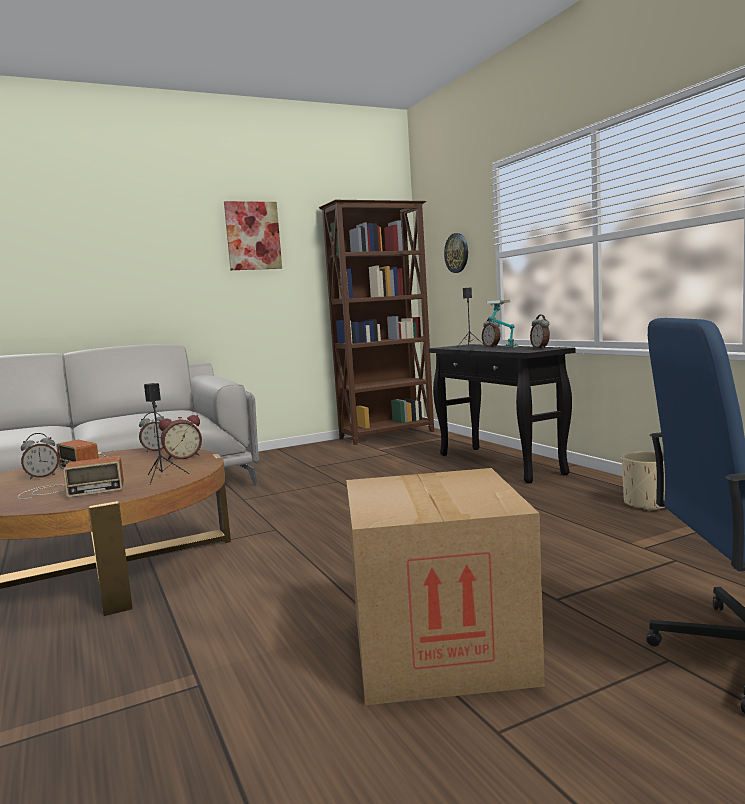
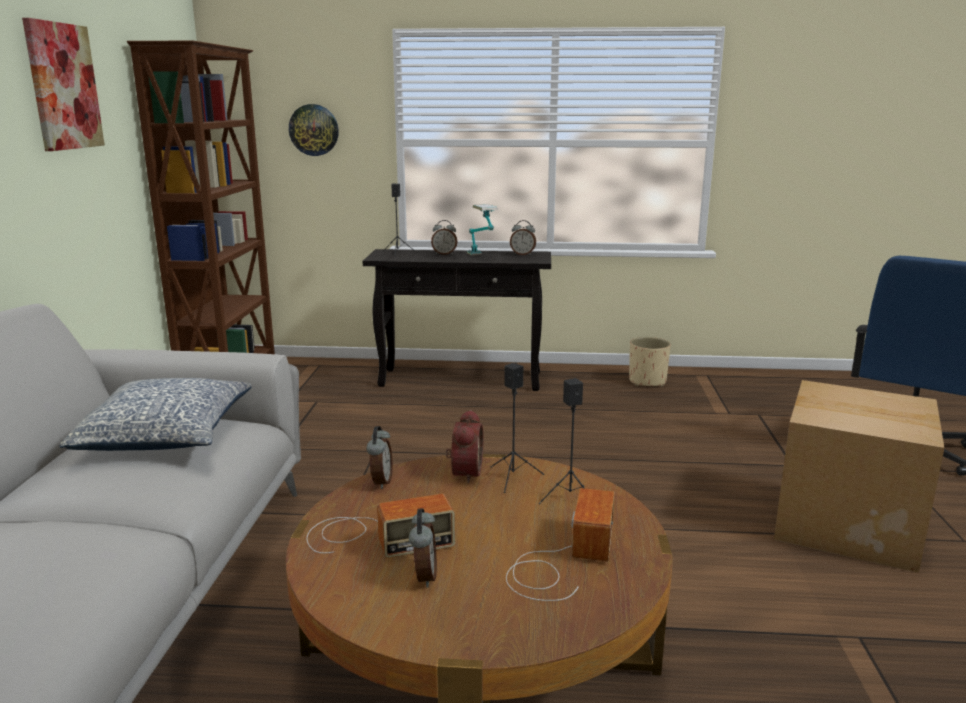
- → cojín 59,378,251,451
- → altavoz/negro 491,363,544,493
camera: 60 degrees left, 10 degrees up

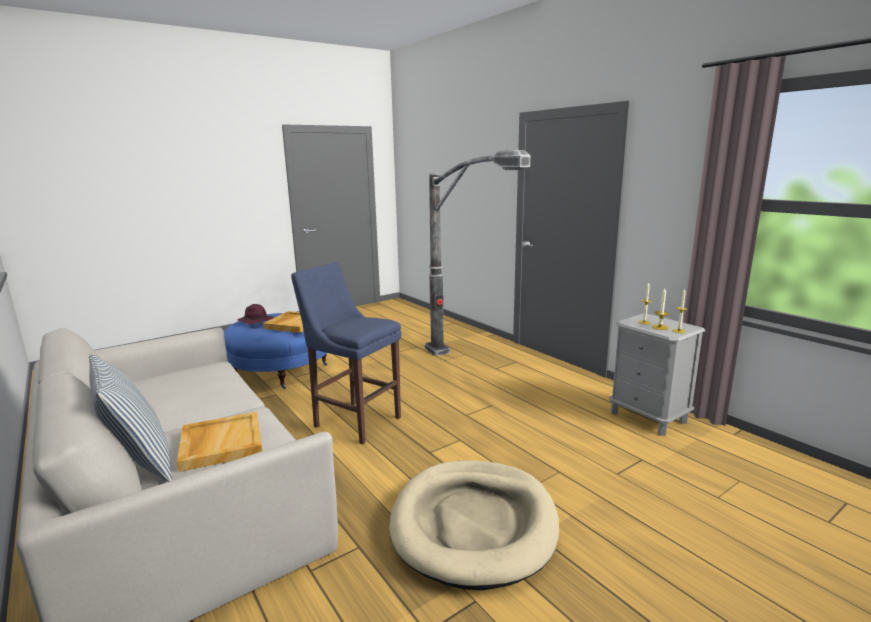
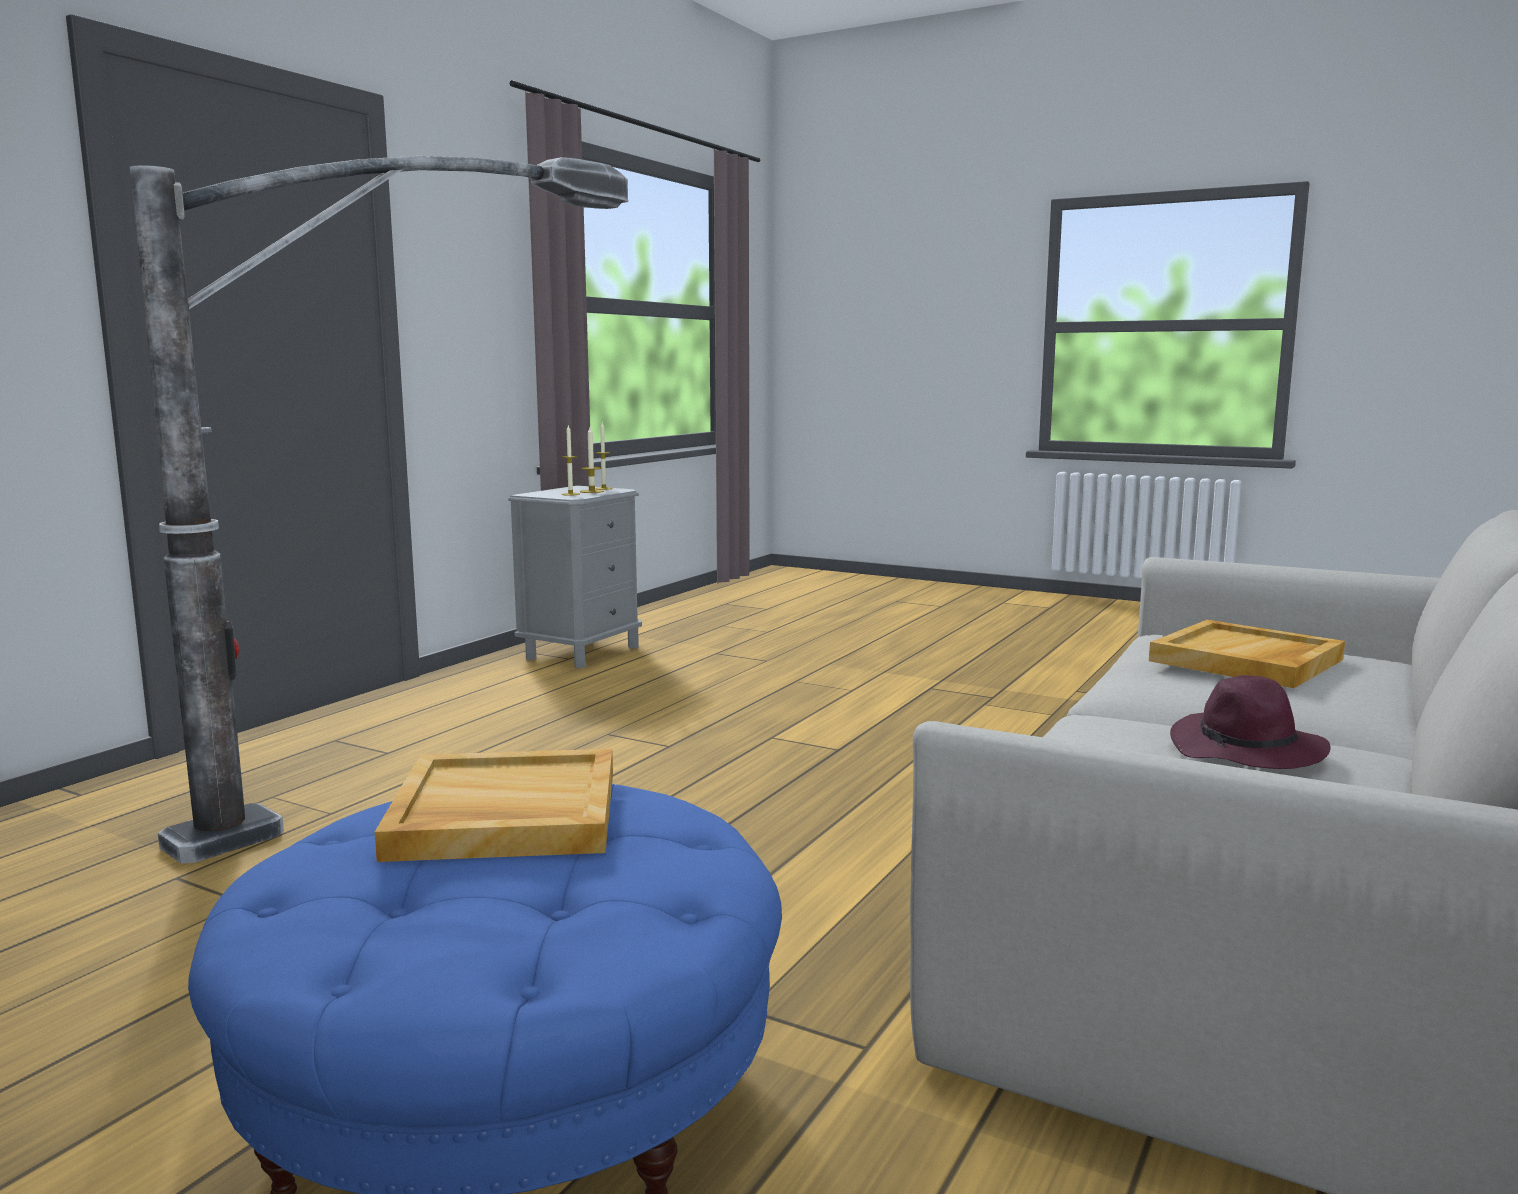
sombrero/morado 238,304,274,325 → sombrero/morado 1170,675,1331,769, moved
cojín 89,354,172,482 → -
taburete/azul 291,262,401,444 → -
cama para perro/beis 389,460,559,590 → -
camera: 115 degrees left, 5 degrees down

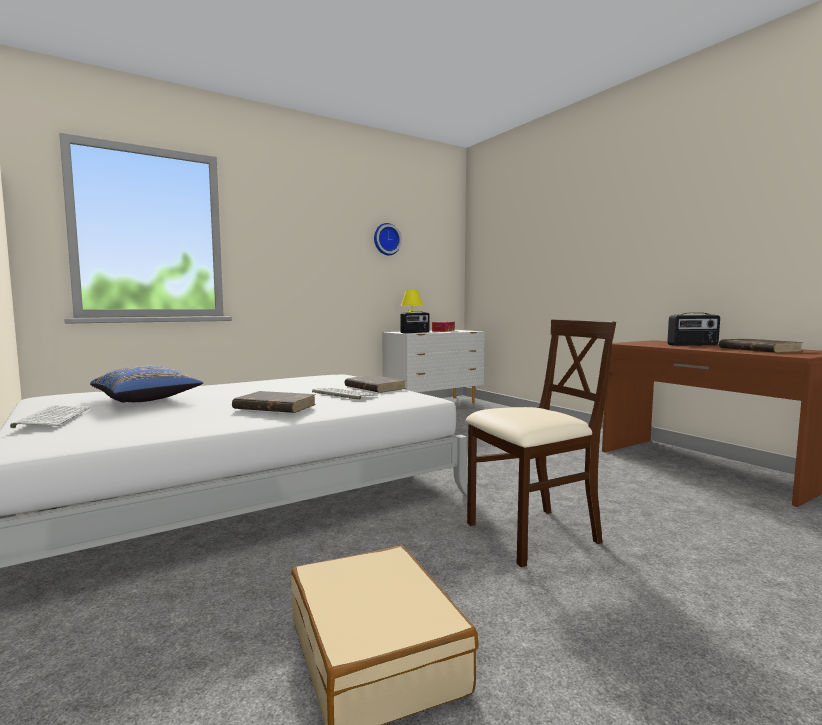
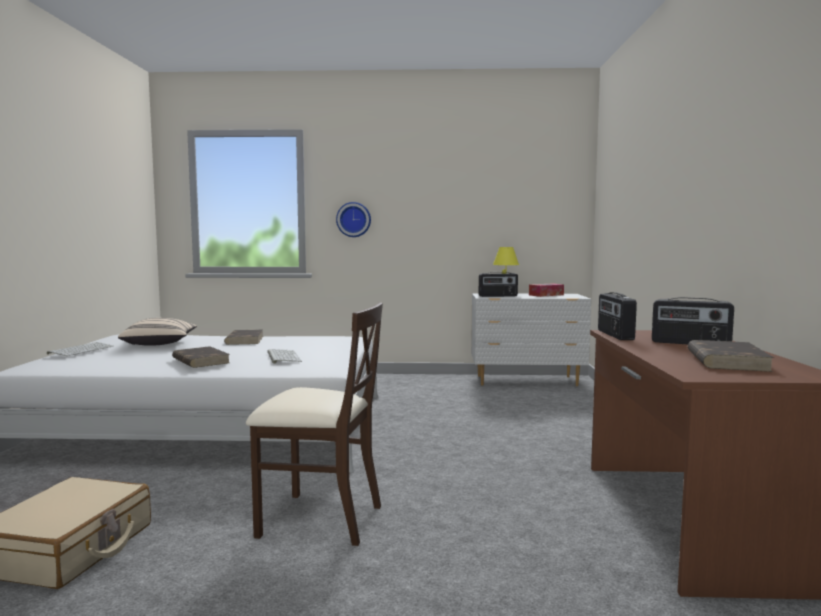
cojín/azul 90,366,203,403 → cojín/beis 118,318,197,346
libro/marrón 344,375,406,393 → libro/marrón 224,330,263,345, moved
reloj de pared 374,223,402,255 → reloj de pared 336,202,371,237, moved
- → radio 598,292,637,340
camera: 35 degrees right, 0 degrees up

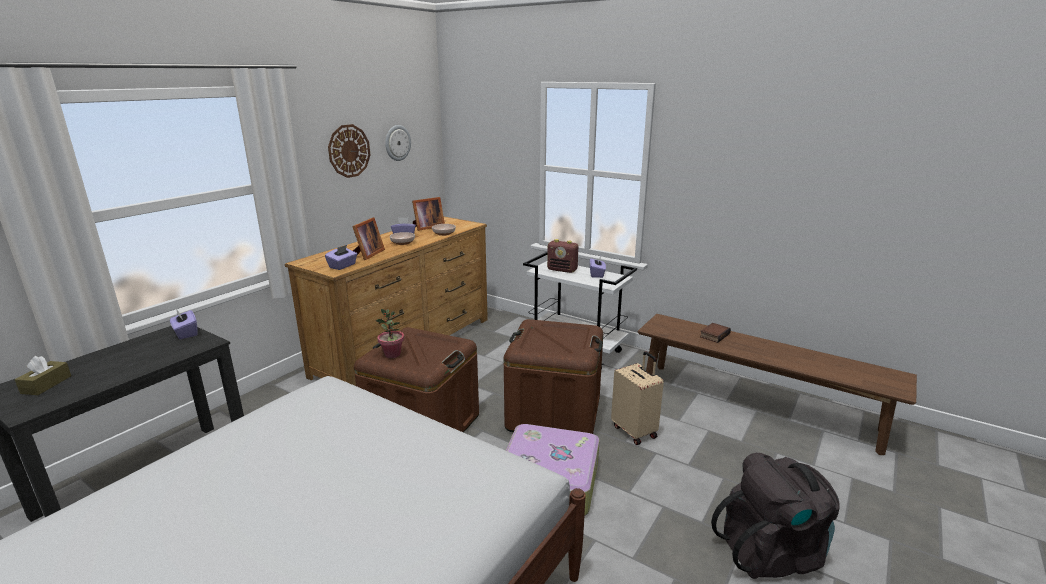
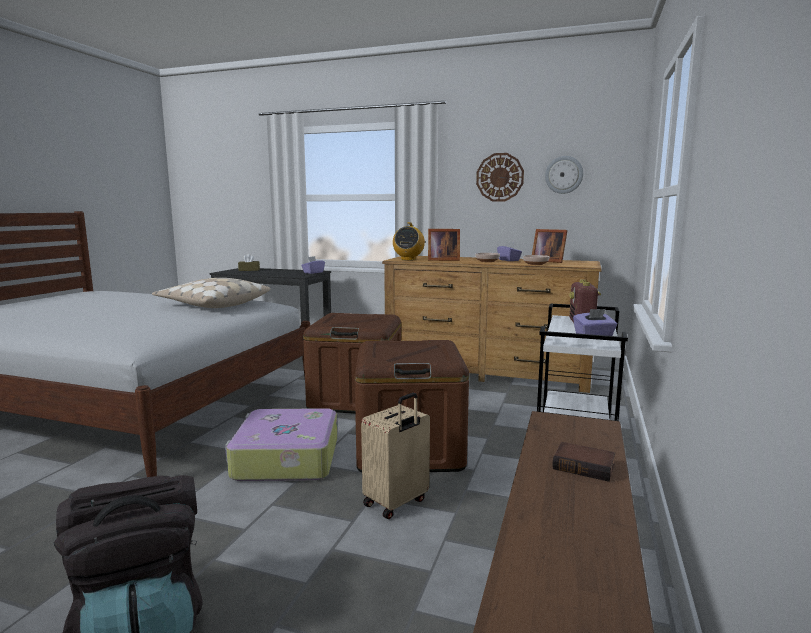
- → cojín/beis 152,278,271,308
caja de pañuelos/morado 325,245,357,270 → radio 393,222,425,261
planta en maceta 376,309,404,358 → -
camera: 75 degrees right, 10 degrees down

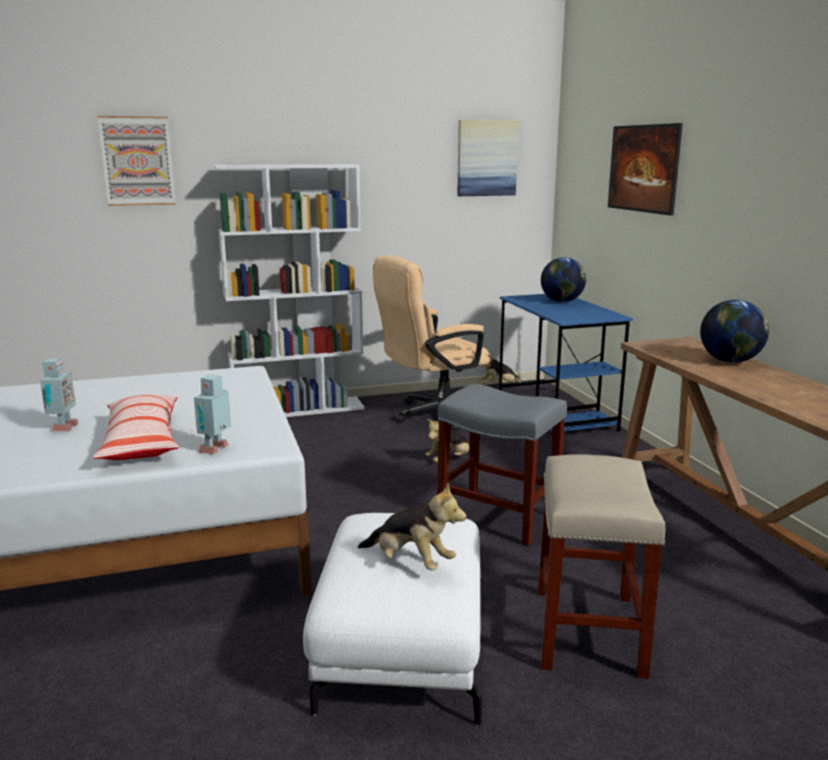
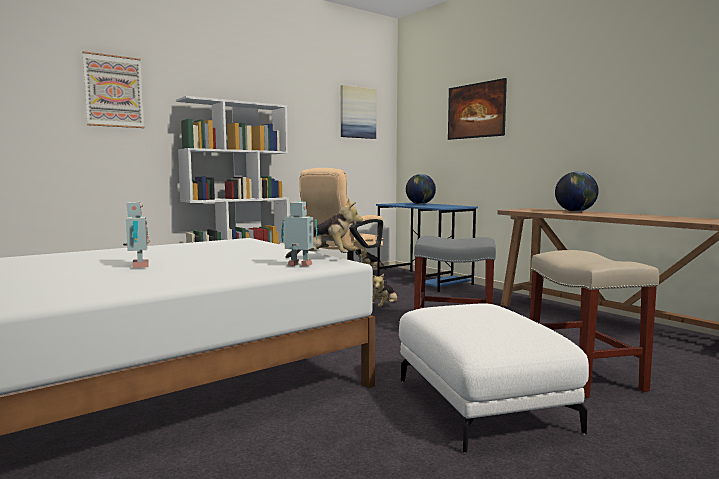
robot de juguete 194,374,231,454 → robot de juguete 281,201,317,266, 105 degrees clockwise
peluche 358,483,466,571 → peluche 286,200,363,258, moved
cojín 93,394,179,460 → -
camera: 20 degrees left, 10 degrees down

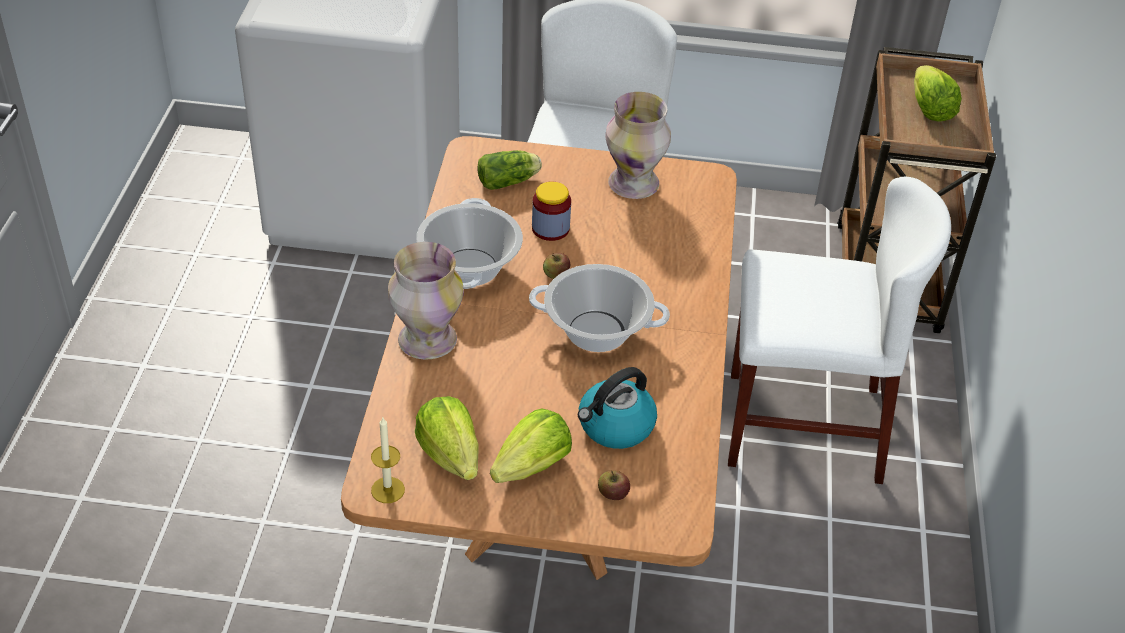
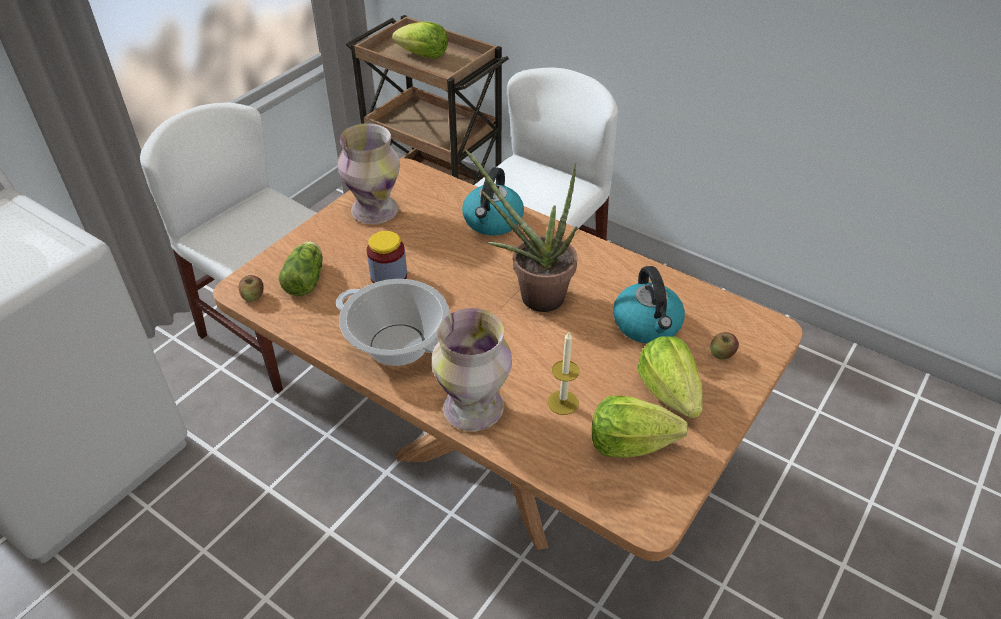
manzana 543,253,570,279 → manzana 239,275,264,302, moved
- → hervidor 462,167,524,236
olla 529,264,670,352 → planta en maceta 465,149,578,312
vela 371,418,405,503 → vela 548,332,579,415, moved
camera: 60 degrees left, 0 degrees up

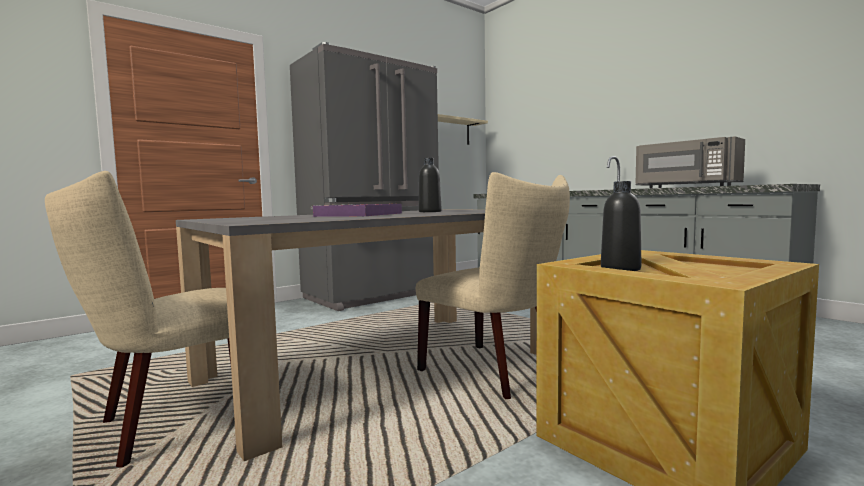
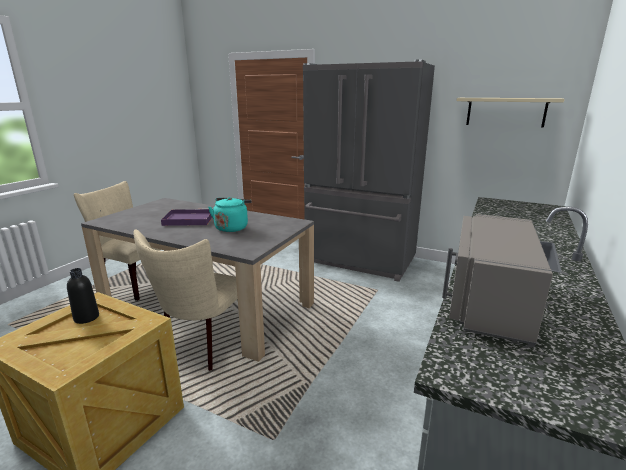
botella/negro 419,158,442,212 → hervidor/turquesa 208,197,252,232
camera: 65 degrees right, 15 degrees up

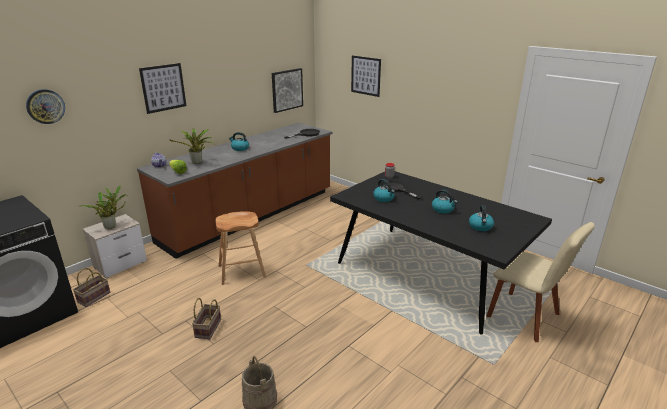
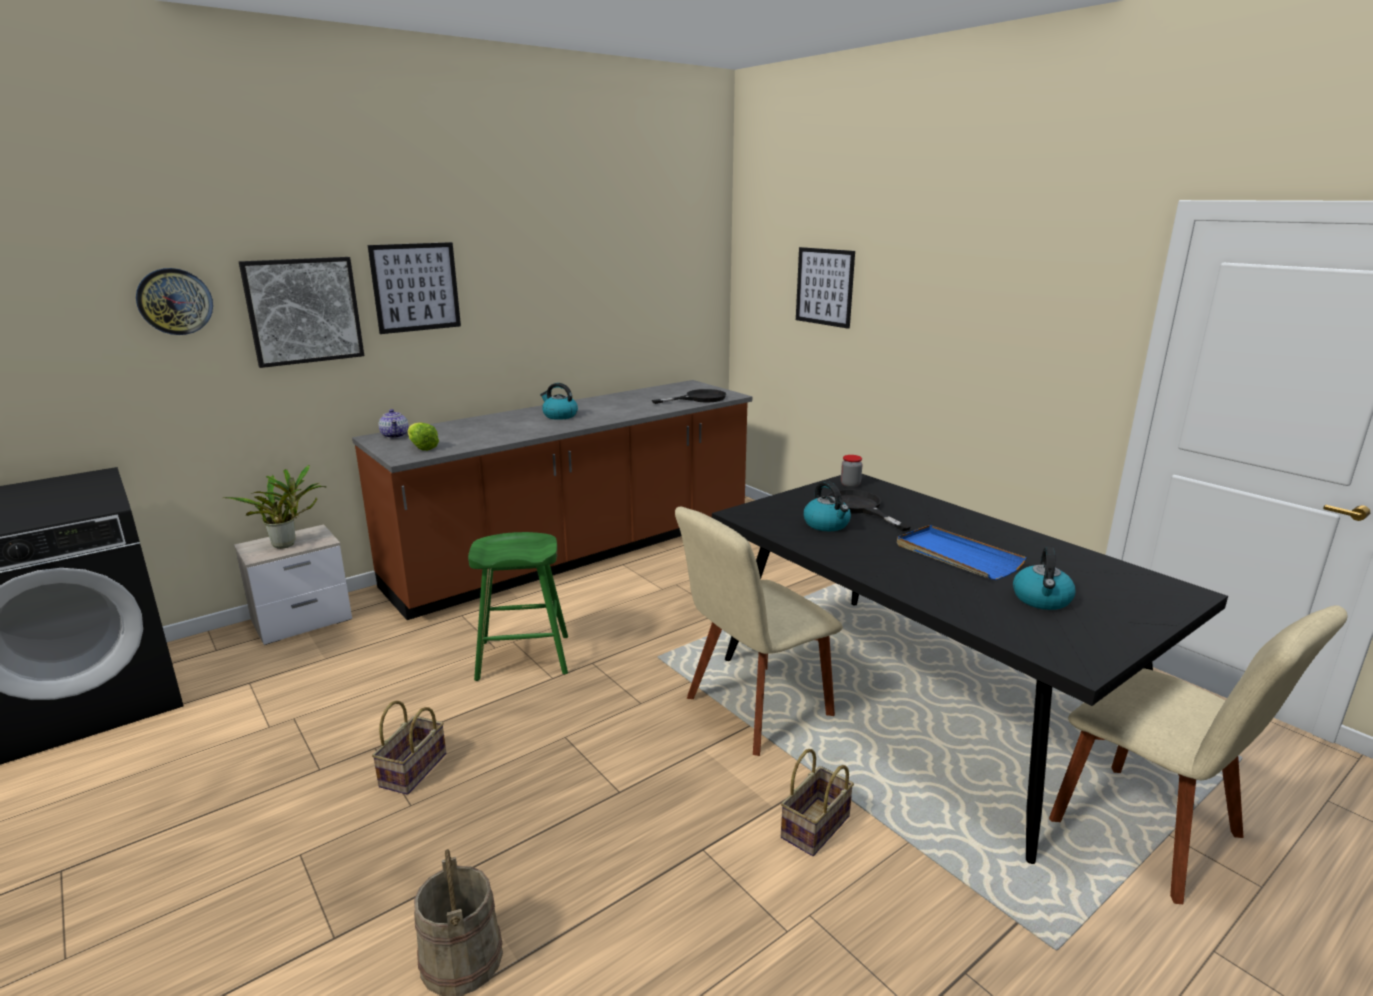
cuadro 272,68,303,113 → cuadro 239,257,364,368, moved
taburete/marrón 215,211,266,285 → taburete/verde 468,532,568,681
- → silla/beis 675,506,843,756
cesta 73,268,111,307 → cesta 781,749,854,856, moved
hervidor 432,189,457,214 → bandeja/azul 897,525,1027,580
planta en maceta 170,128,214,164 → -
camera: 10 degrees right, 5 degrees down

